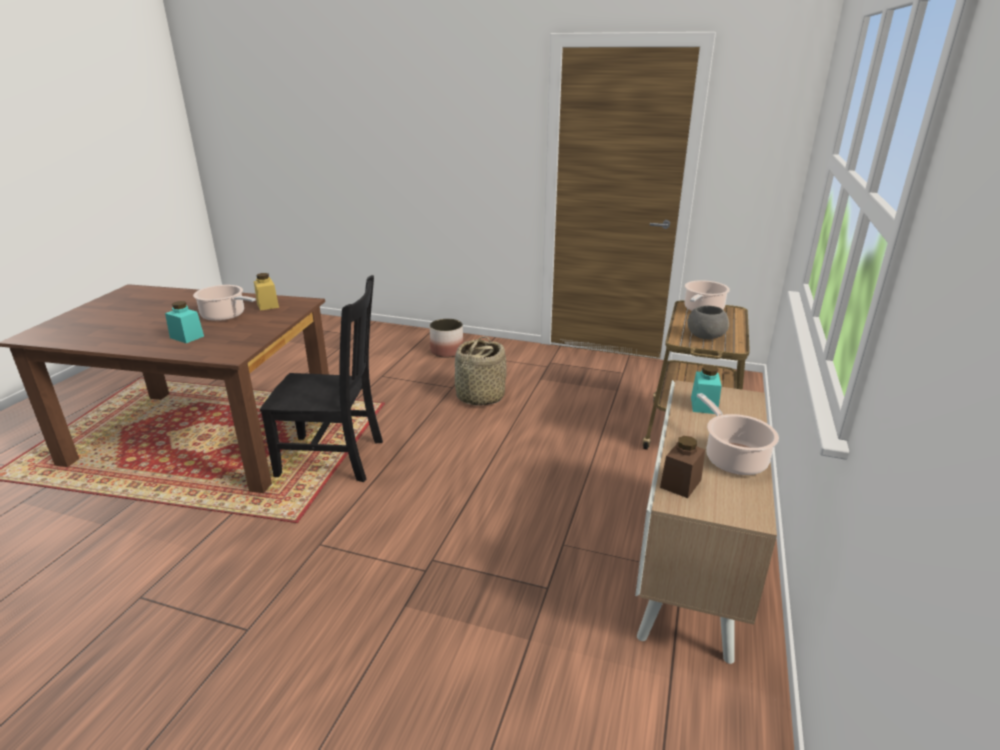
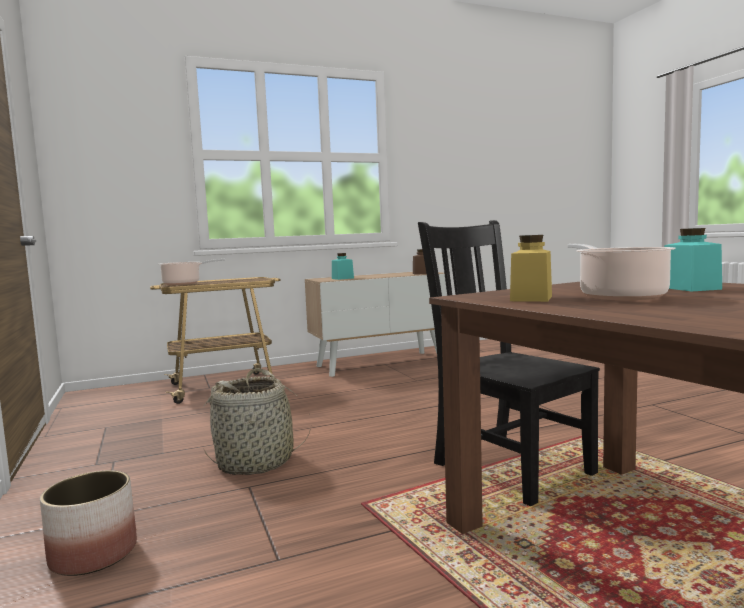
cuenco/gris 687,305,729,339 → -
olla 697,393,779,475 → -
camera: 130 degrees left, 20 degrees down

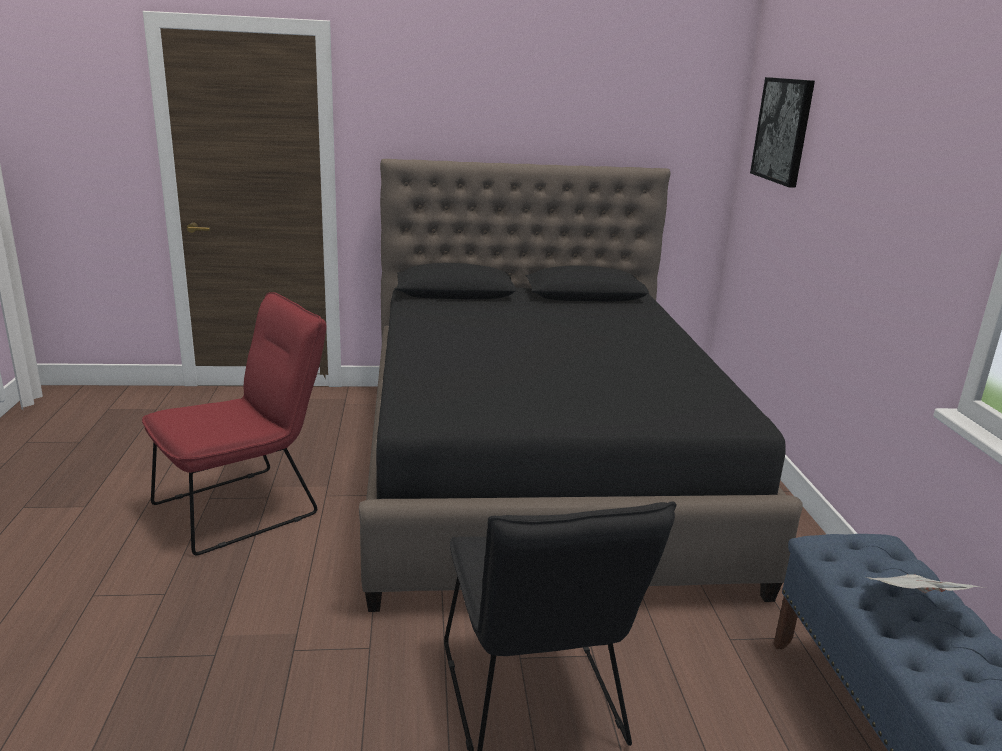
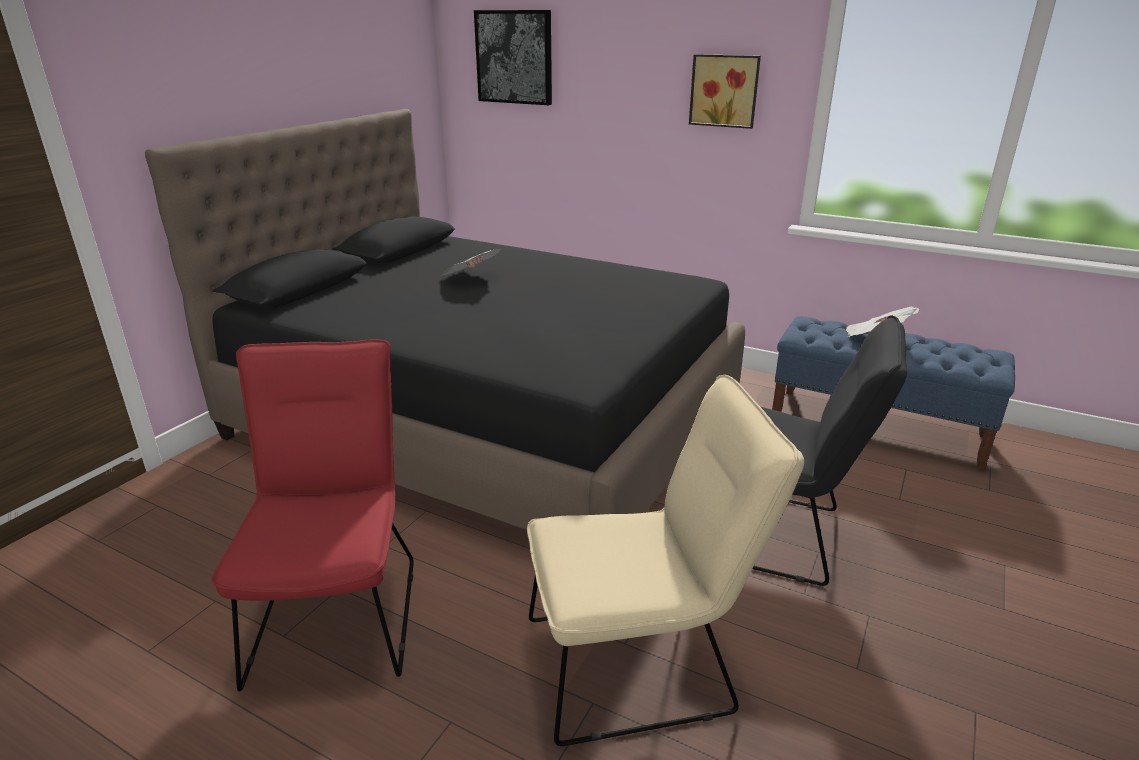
- → periódico 440,249,501,276
- → silla/beis 527,375,804,746
- → cuadro 689,54,761,129
camera: 55 degrees left, 5 degrees up

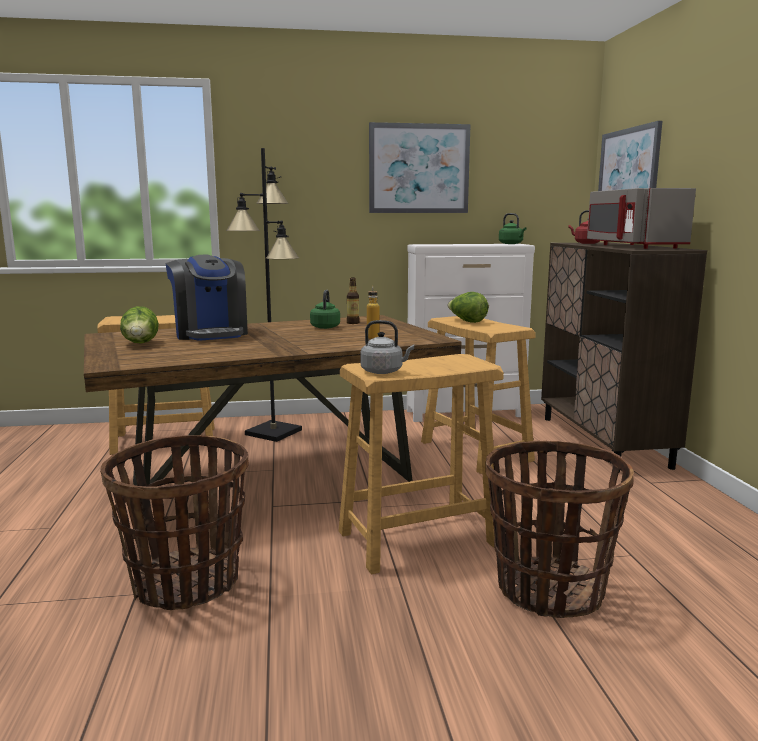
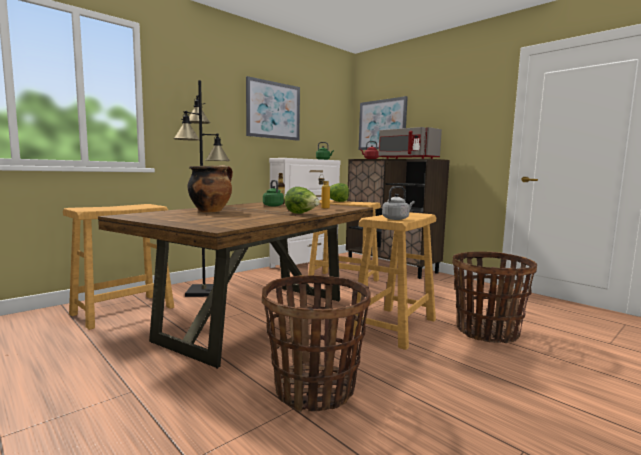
cafetera 165,255,248,341 → olla 187,165,233,213
lechuga 120,306,159,344 → lechuga 284,187,320,214, moved
camera: 35 degrees left, 5 degrees down

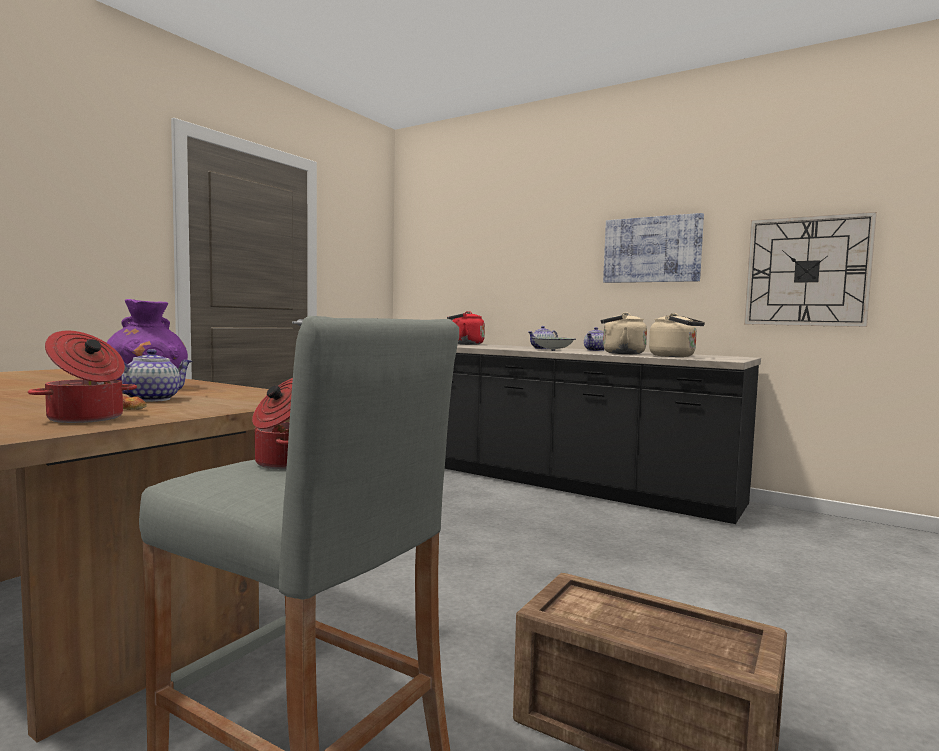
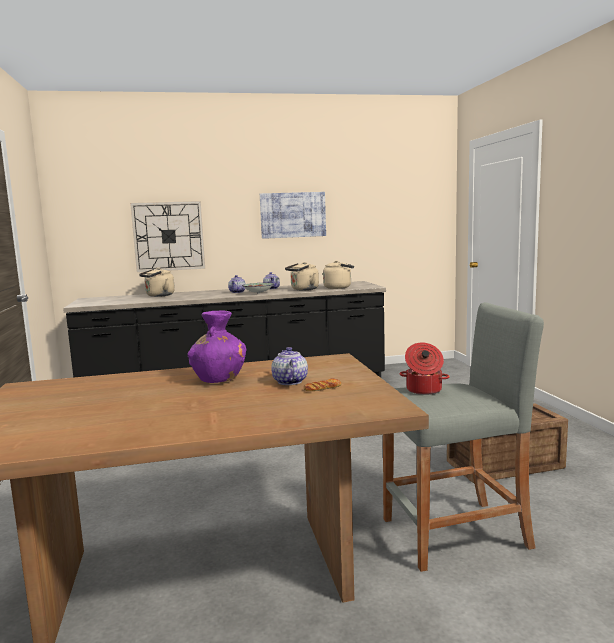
reloj de pared 744,212,877,327 → reloj de pared 130,201,205,272, moved
hervidor/rojo 447,311,485,345 → hervidor/beis 139,268,175,297
olla 28,330,137,423 → -
camera: 45 degrees left, 5 degrees up

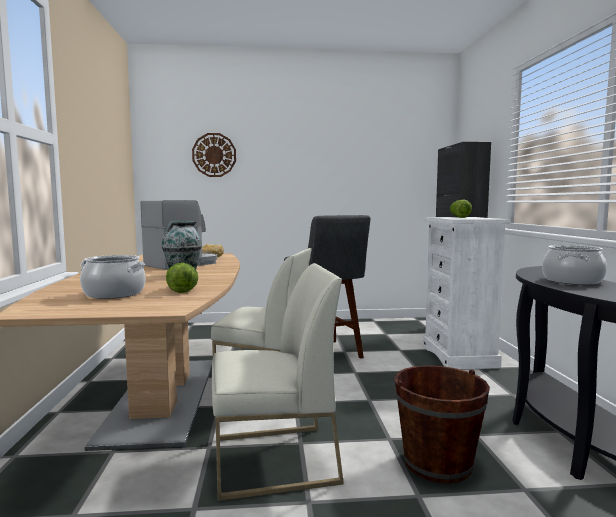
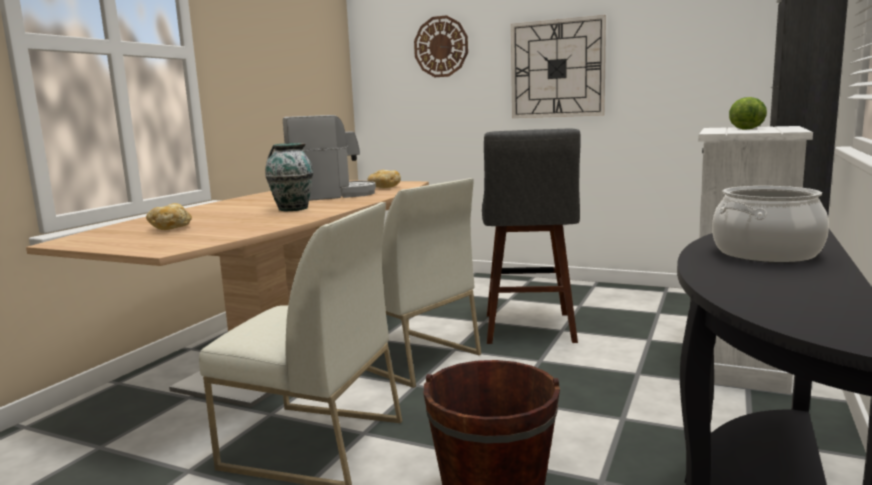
olla 80,255,145,299 → pan 146,203,192,230
- → reloj de pared 511,15,606,118
lechuga 166,263,198,293 → -
camera: 30 degrees right, 5 degrees up

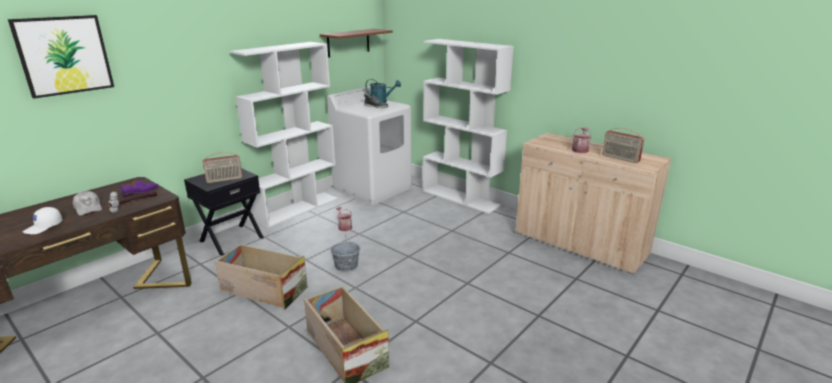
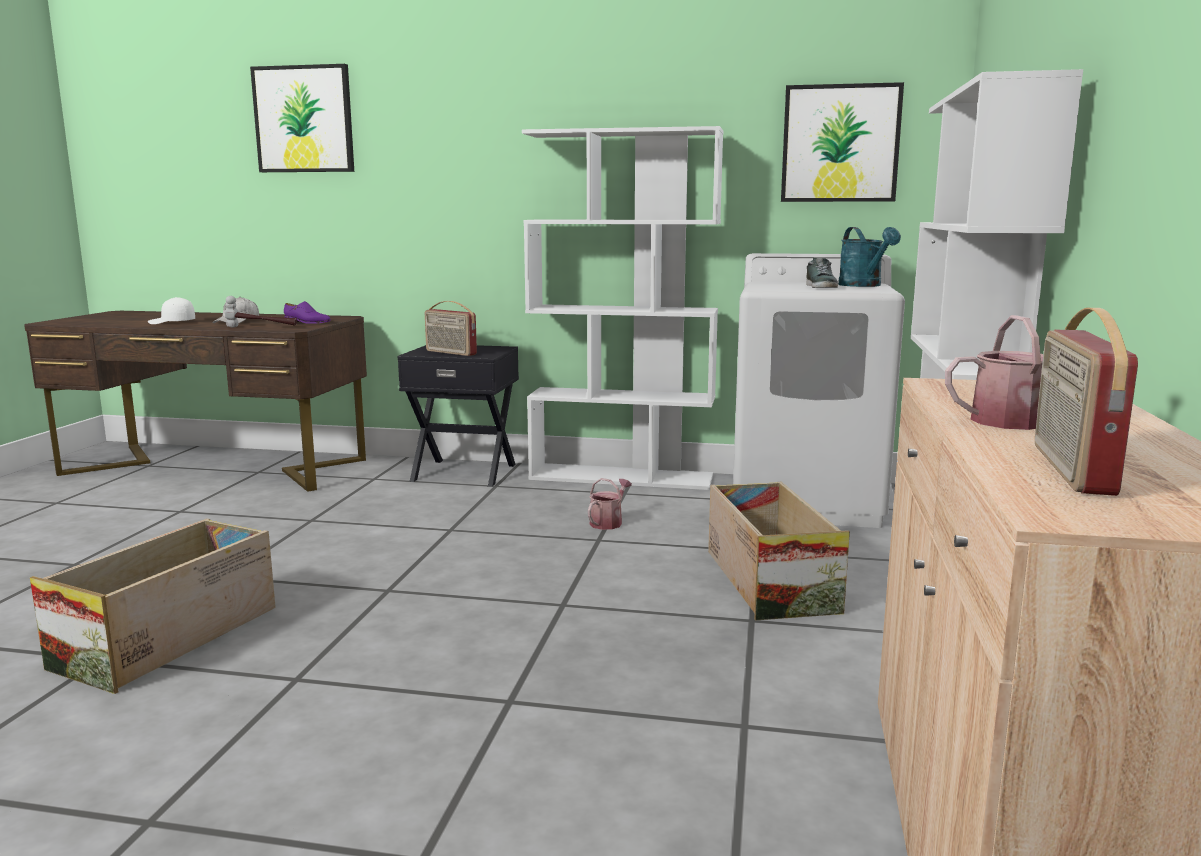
caja de embalaje 215,244,308,310 → caja de embalaje 708,482,850,620, moved
estante/marrón 320,29,393,58 → cuadro 781,82,904,202
cubo/gris 330,238,360,272 → -
camera: 60 degrees right, 10 degrees down

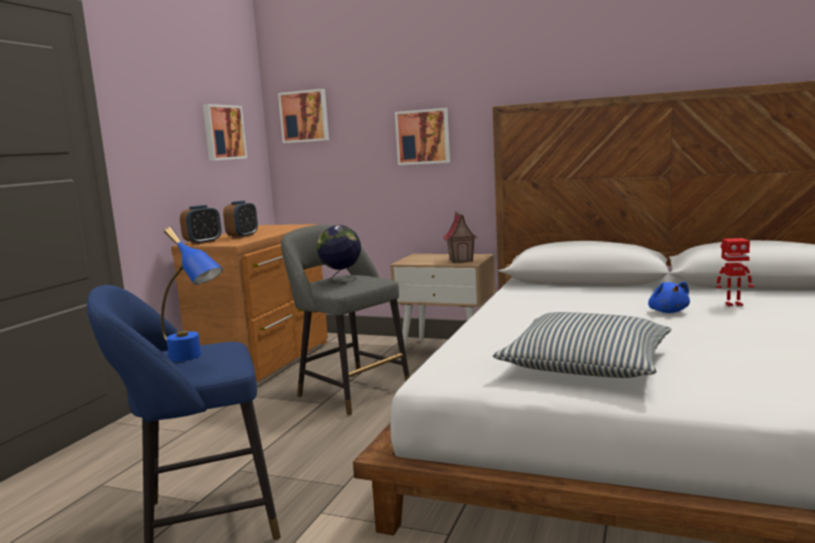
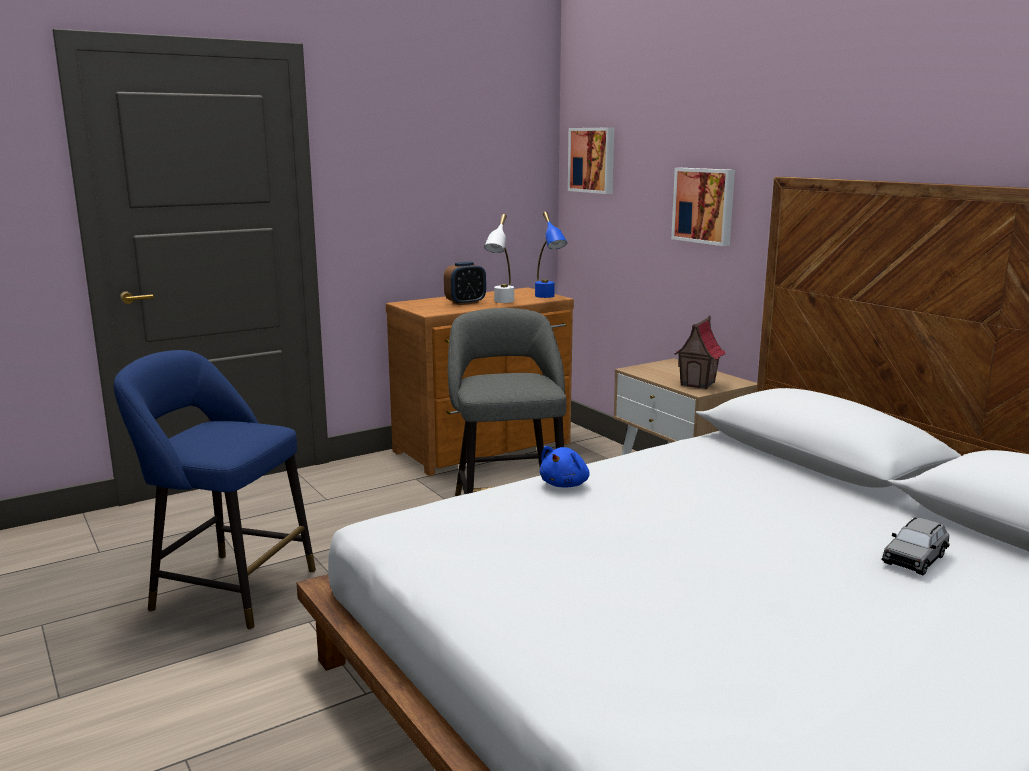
- → lámpara de mesa/blanco 484,214,514,303
lámpara de mesa/azul 161,227,223,362 → lámpara de mesa/azul 535,212,567,298, moved
peluche/azul 648,282,690,313 → peluche/azul 540,446,590,487, moved
robot de juguete 716,238,754,306 → coche de juguete/gris 882,517,950,575
despertador 180,205,221,245 → -
cuadro 203,104,247,161 → -
globo terráqueo 317,225,361,283 → -
cojín 493,312,671,378 → -
camera: 35 degrees right, 5 degrees up

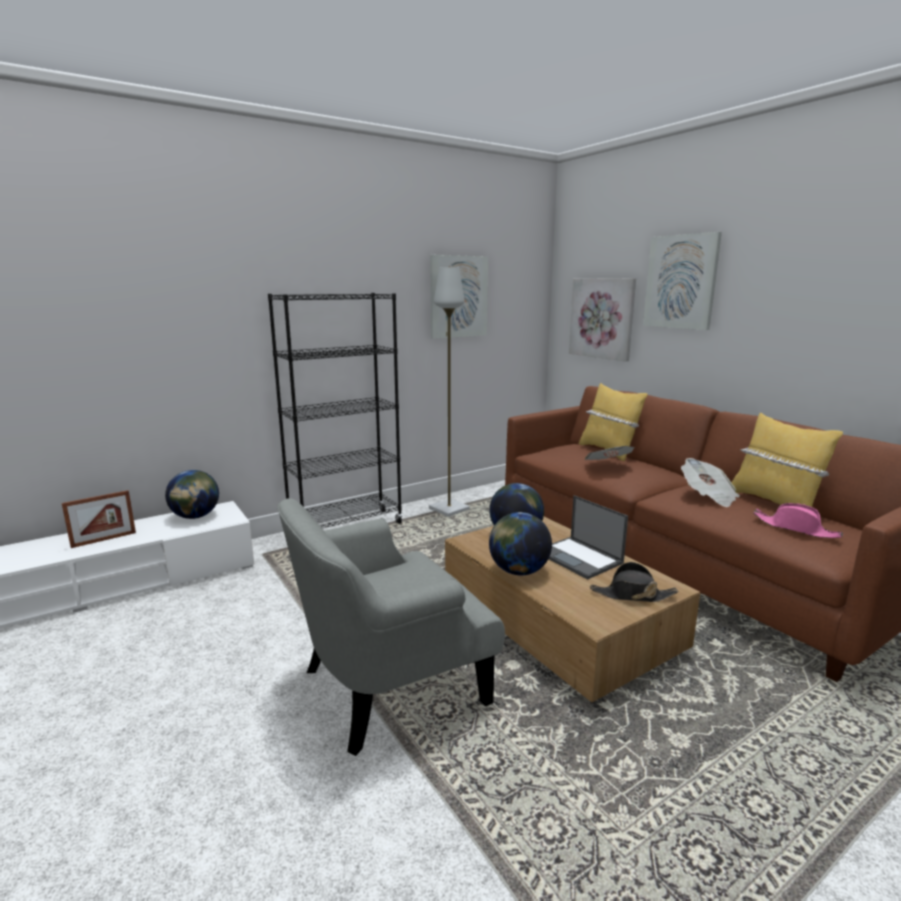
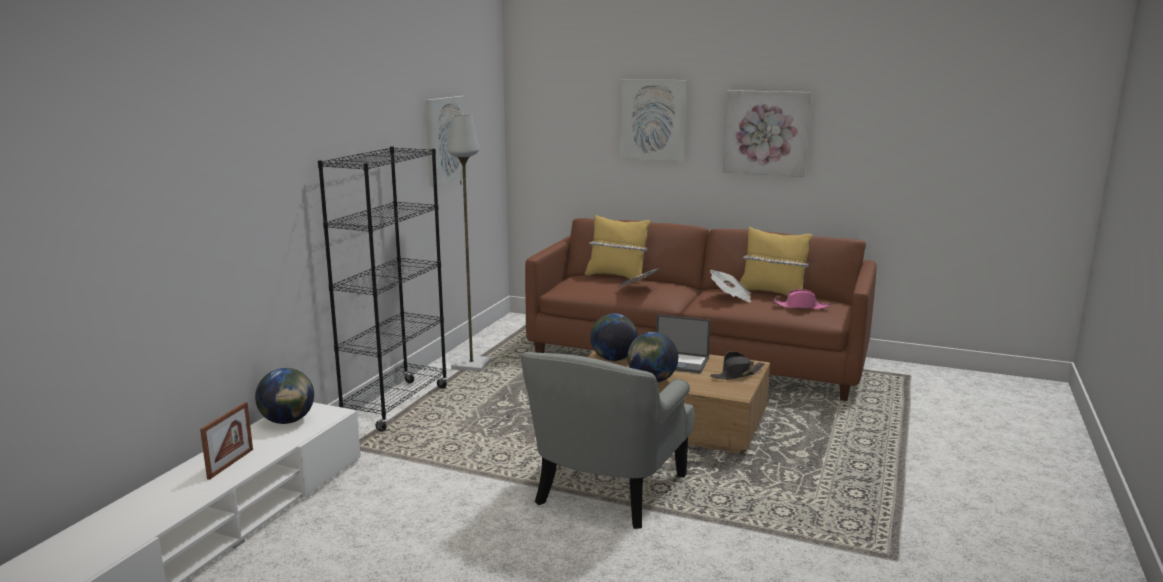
cuadro 569,278,636,362 → cuadro 723,90,811,177, moved
camera: 35 degrees left, 0 degrees up

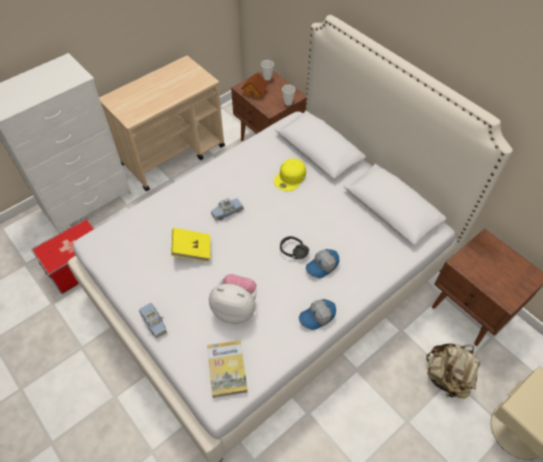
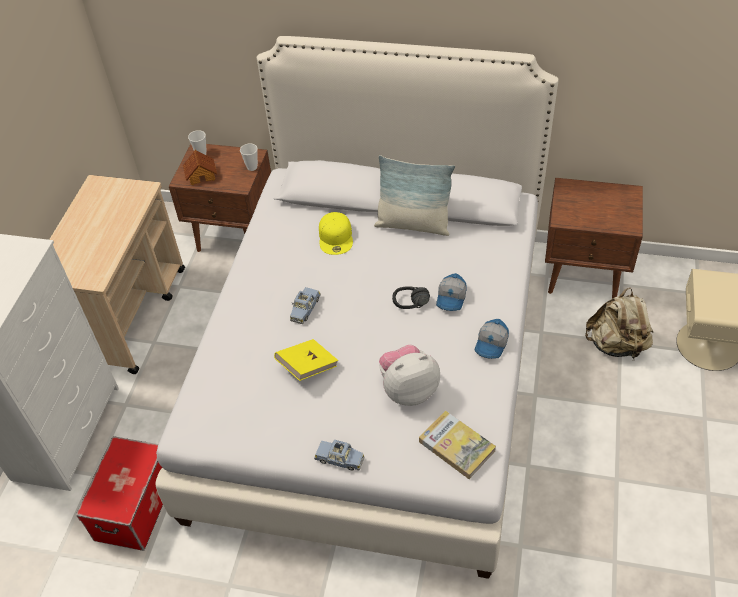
- → cojín 374,155,455,236
camera: 35 degrees left, 5 degrees down

